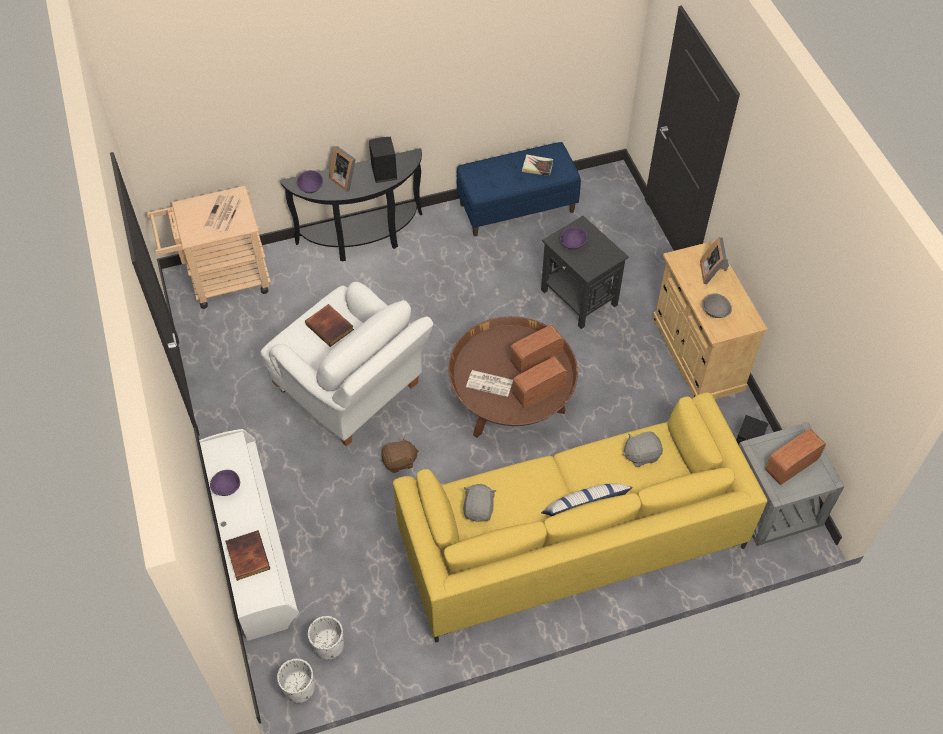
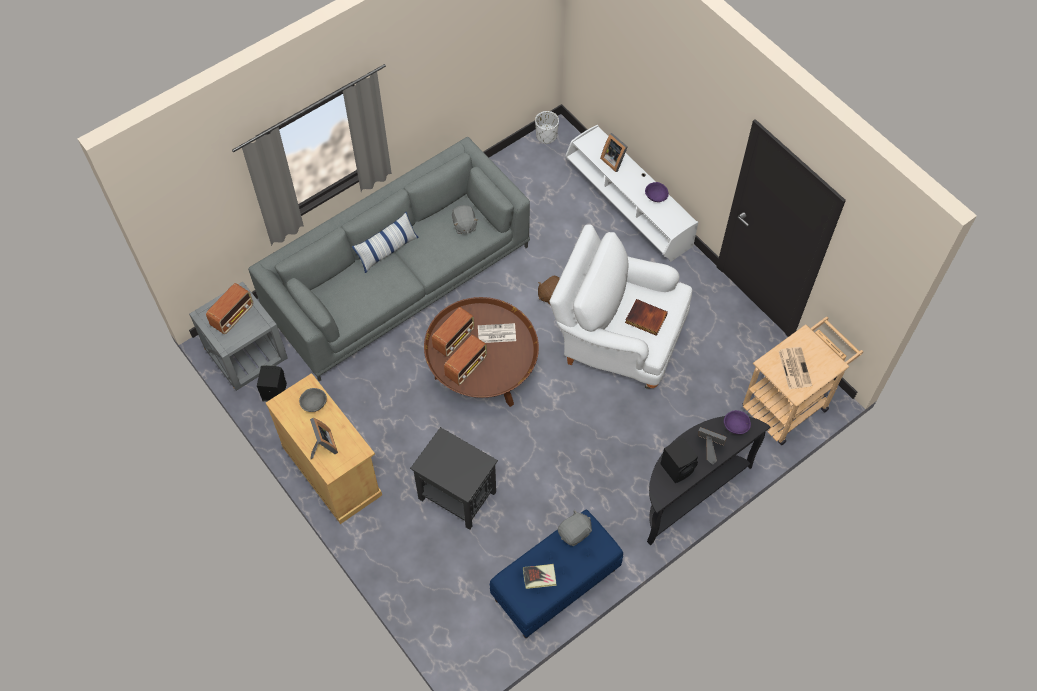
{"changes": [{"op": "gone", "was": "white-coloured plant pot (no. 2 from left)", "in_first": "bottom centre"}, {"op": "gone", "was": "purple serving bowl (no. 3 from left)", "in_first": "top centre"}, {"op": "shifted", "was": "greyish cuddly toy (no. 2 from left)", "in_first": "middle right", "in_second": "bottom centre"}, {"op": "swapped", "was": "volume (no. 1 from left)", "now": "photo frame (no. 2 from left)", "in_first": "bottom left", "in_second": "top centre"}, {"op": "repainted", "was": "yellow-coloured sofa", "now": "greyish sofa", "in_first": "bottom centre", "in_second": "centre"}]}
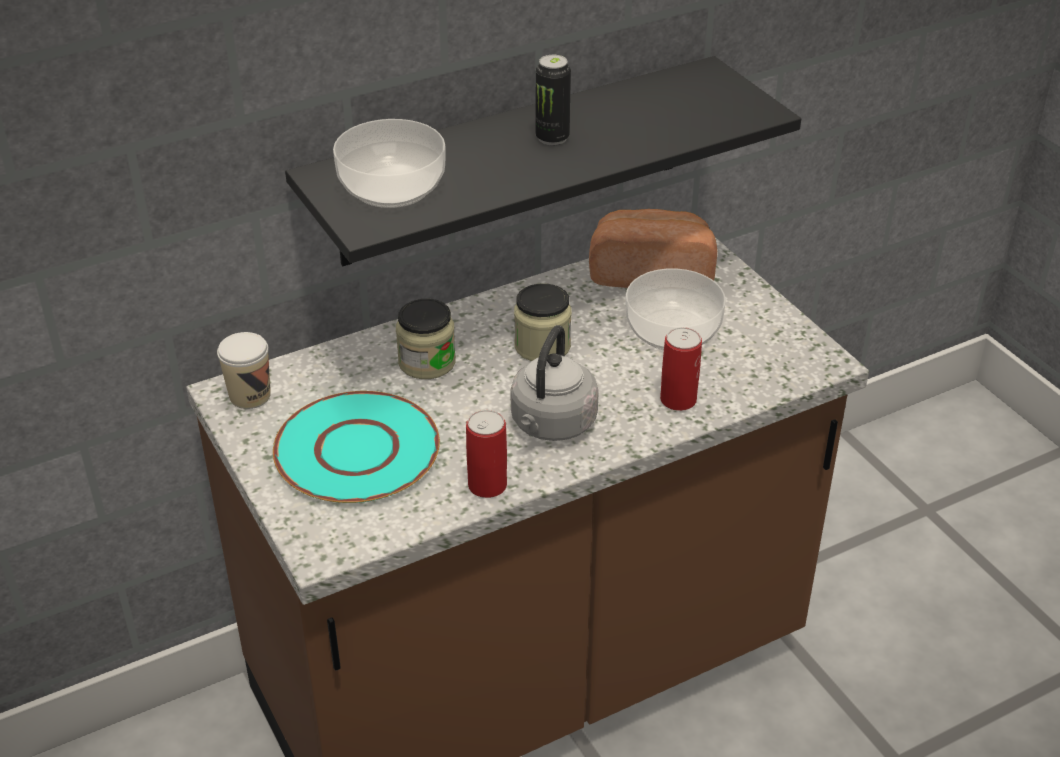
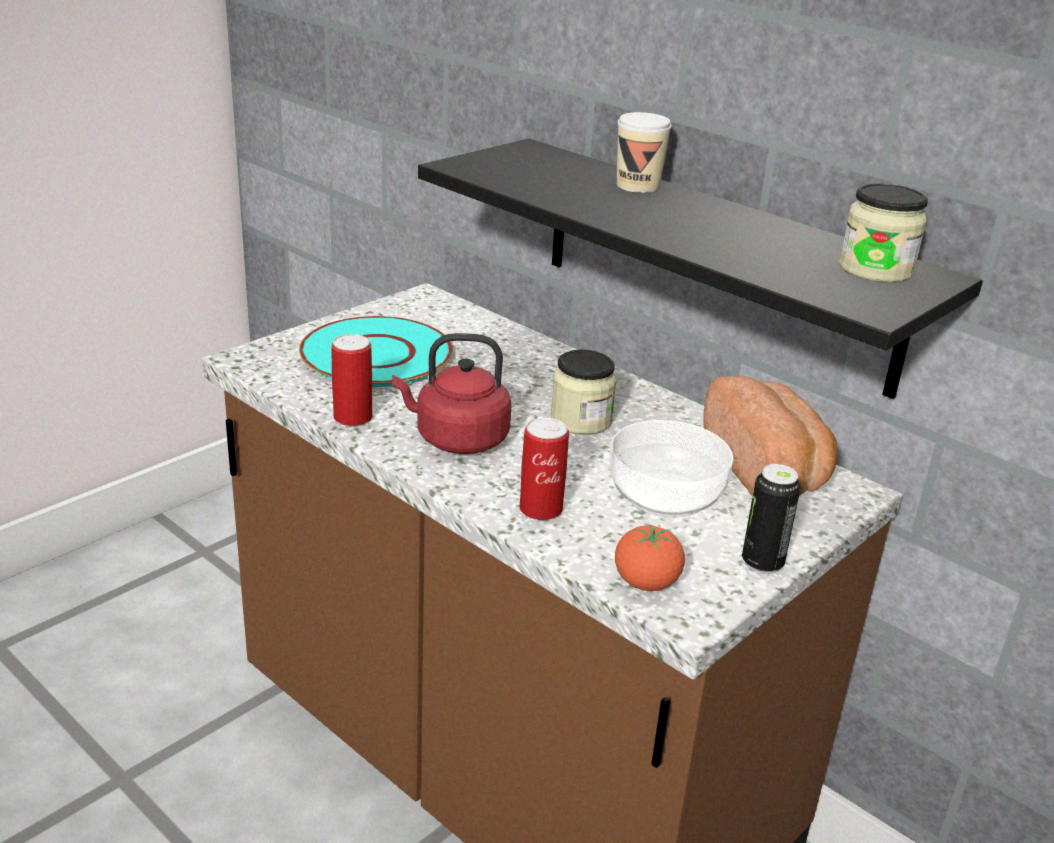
{"changes": [{"op": "gone", "was": "serving bowl (no. 1 from left)", "in_first": "top centre"}, {"op": "new", "now": "tomato", "in_second": "centre"}, {"op": "shifted", "was": "drinking cup", "in_first": "middle left", "in_second": "top centre"}, {"op": "shifted", "was": "preserve jar (no. 1 from left in the first image)", "now": "preserve jar (no. 2 from left)", "in_first": "centre", "in_second": "top right"}, {"op": "shifted", "was": "sealed can (no. 2 from left in the first image)", "now": "sealed can (no. 3 from left)", "in_first": "top centre", "in_second": "middle right"}, {"op": "repainted", "was": "greyish kettle", "now": "red-coloured kettle", "in_first": "centre", "in_second": "centre"}]}
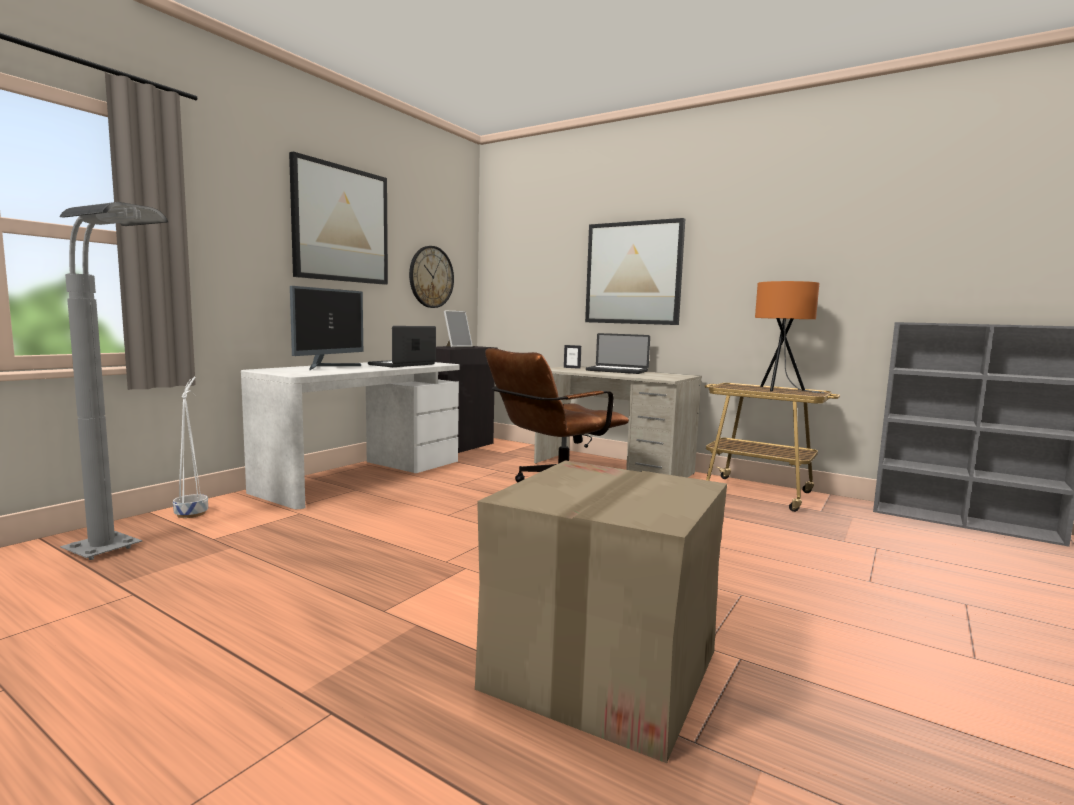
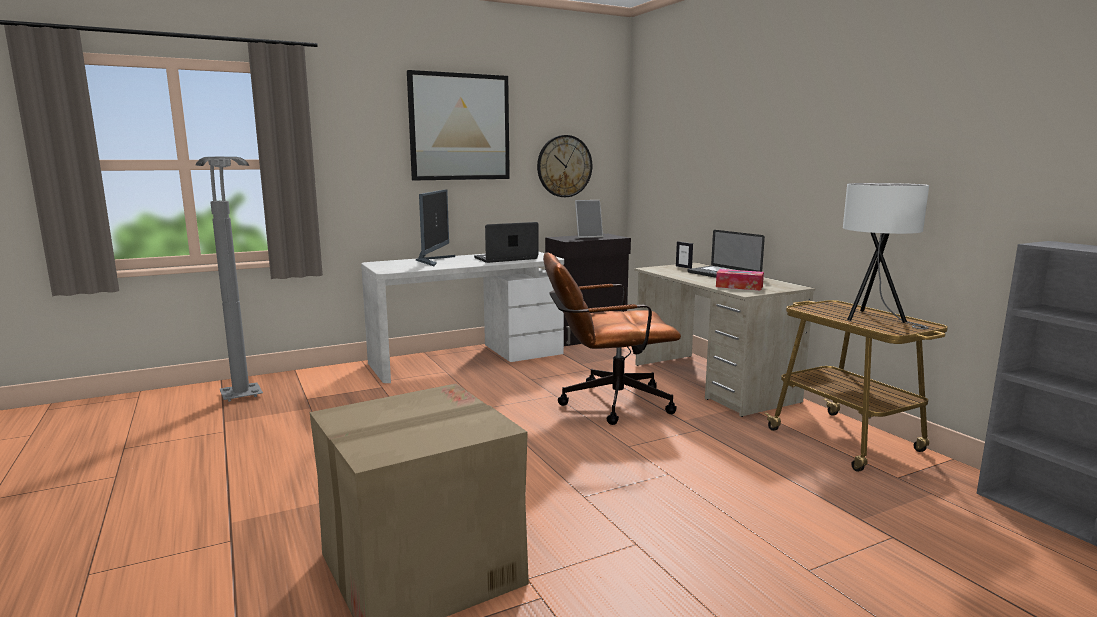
{"changes": [{"op": "gone", "was": "white-coloured plant pot", "in_first": "middle left"}, {"op": "gone", "was": "wall picture (no. 2 from left)", "in_first": "centre"}, {"op": "new", "now": "tissue box", "in_second": "middle right"}, {"op": "repainted", "was": "orange table lamp", "now": "white-coloured table lamp", "in_first": "middle right", "in_second": "middle right"}, {"op": "rotated", "was": "computer screen", "in_first": "middle left", "in_second": "centre", "clockwise": -45}]}
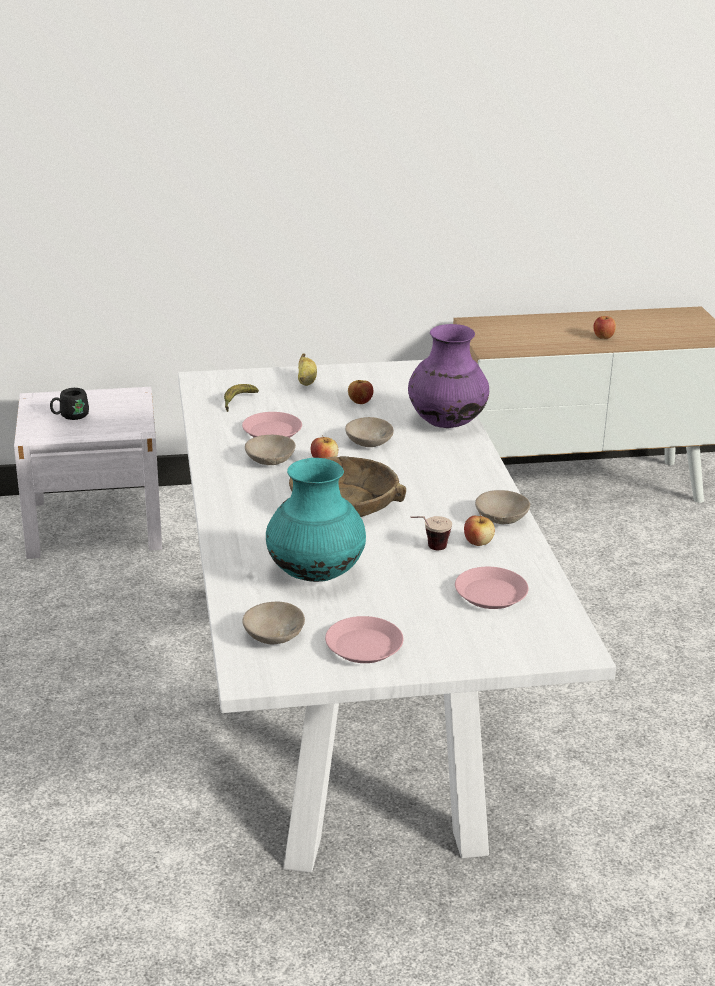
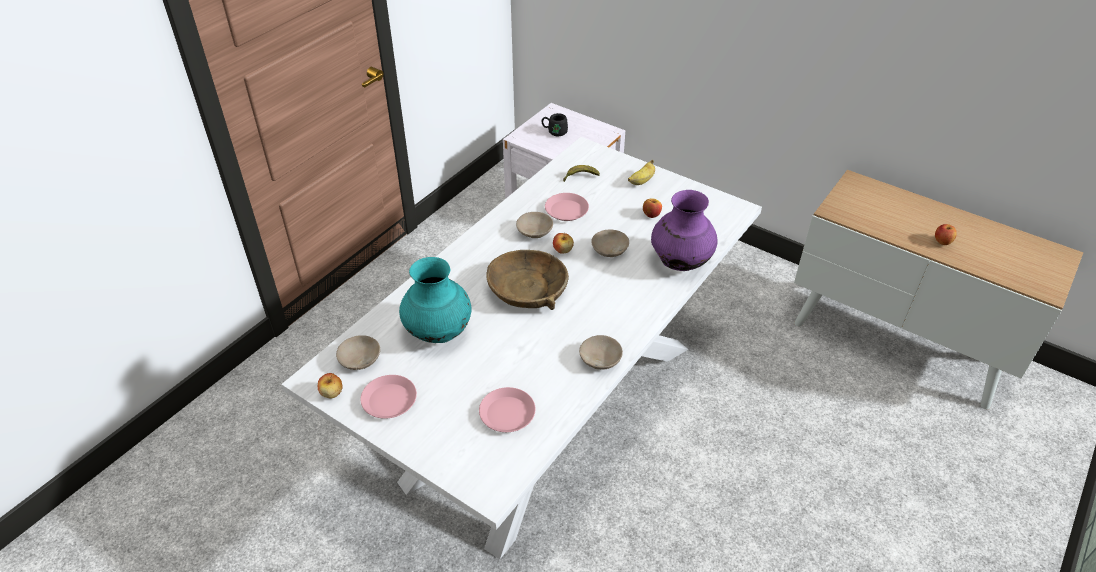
{"changes": [{"op": "gone", "was": "drinking cup", "in_first": "centre"}, {"op": "shifted", "was": "apple (no. 3 from left in the first image)", "now": "apple (no. 1 from left)", "in_first": "middle right", "in_second": "bottom left"}]}
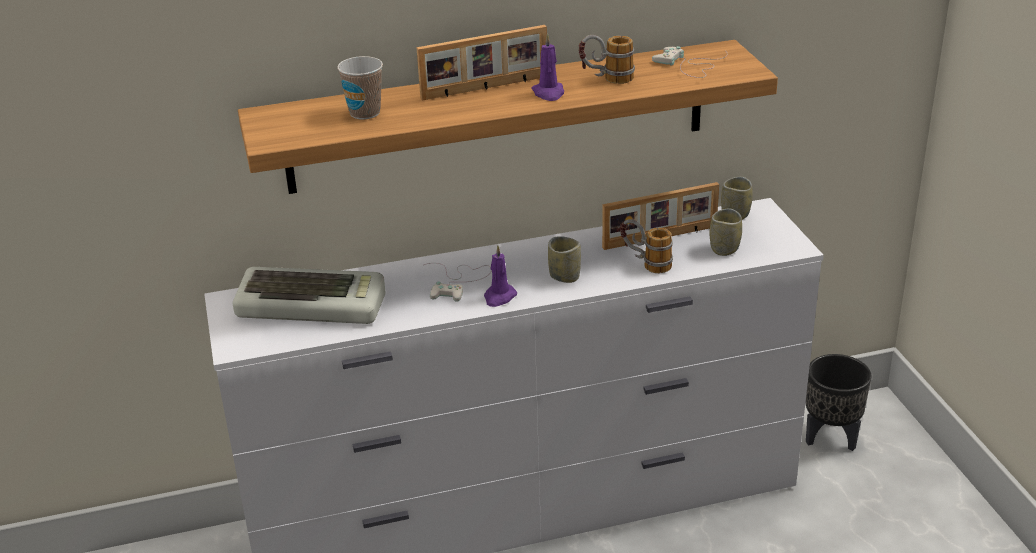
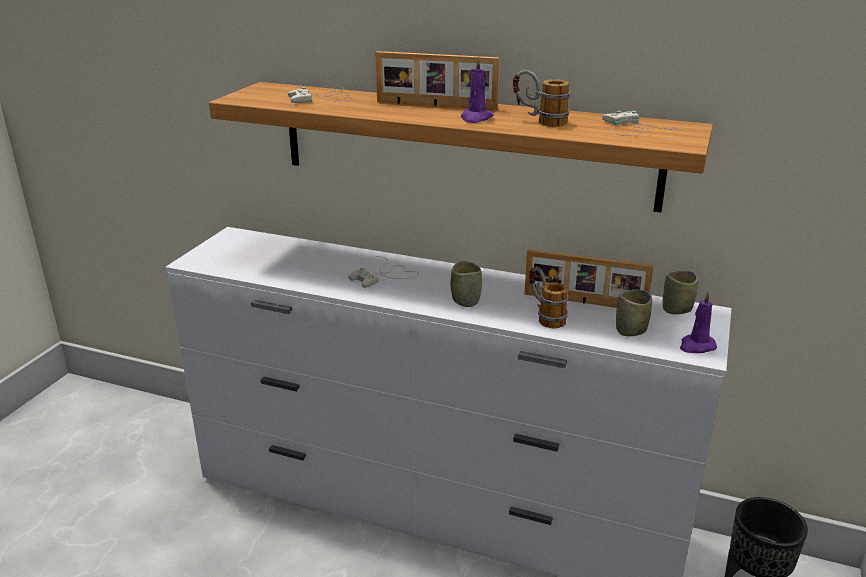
{"changes": [{"op": "gone", "was": "PC keyboard", "in_first": "middle left"}, {"op": "shifted", "was": "purple wax light (no. 1 from left in the first image)", "now": "purple wax light (no. 2 from left)", "in_first": "centre", "in_second": "middle right"}, {"op": "swapped", "was": "drinking cup (no. 1 from left)", "now": "white-coloured joypad (no. 1 from left)", "in_first": "top centre", "in_second": "top centre"}]}
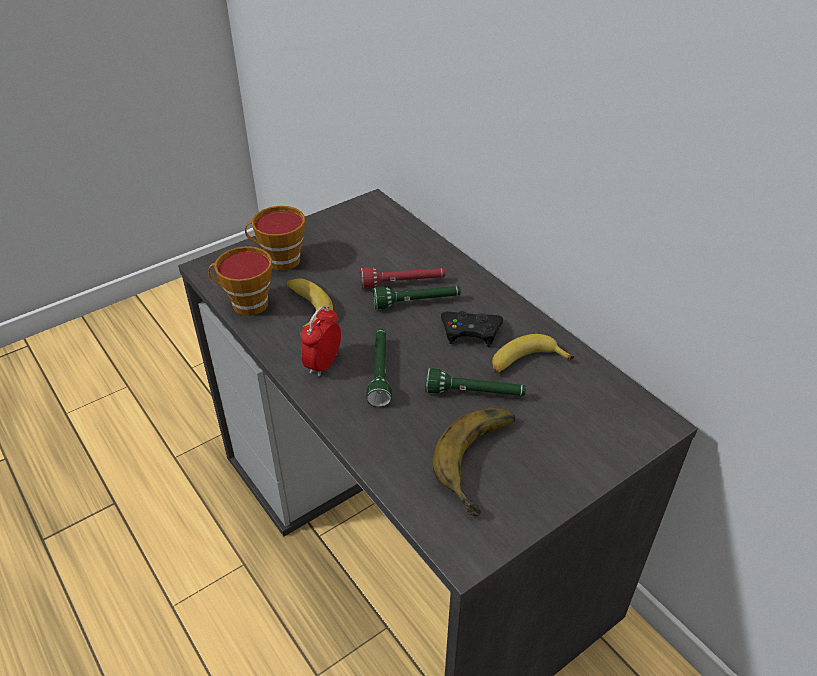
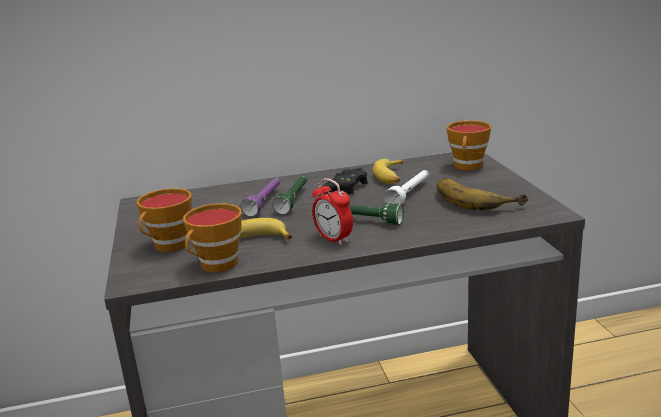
{"changes": [{"op": "new", "now": "drinking cup (no. 3 from left)", "in_second": "middle right"}, {"op": "repainted", "was": "red-coloured flashlight", "now": "purple flashlight", "in_first": "centre", "in_second": "centre"}, {"op": "repainted", "was": "green flashlight (no. 3 from left)", "now": "white-coloured flashlight", "in_first": "centre", "in_second": "centre"}]}
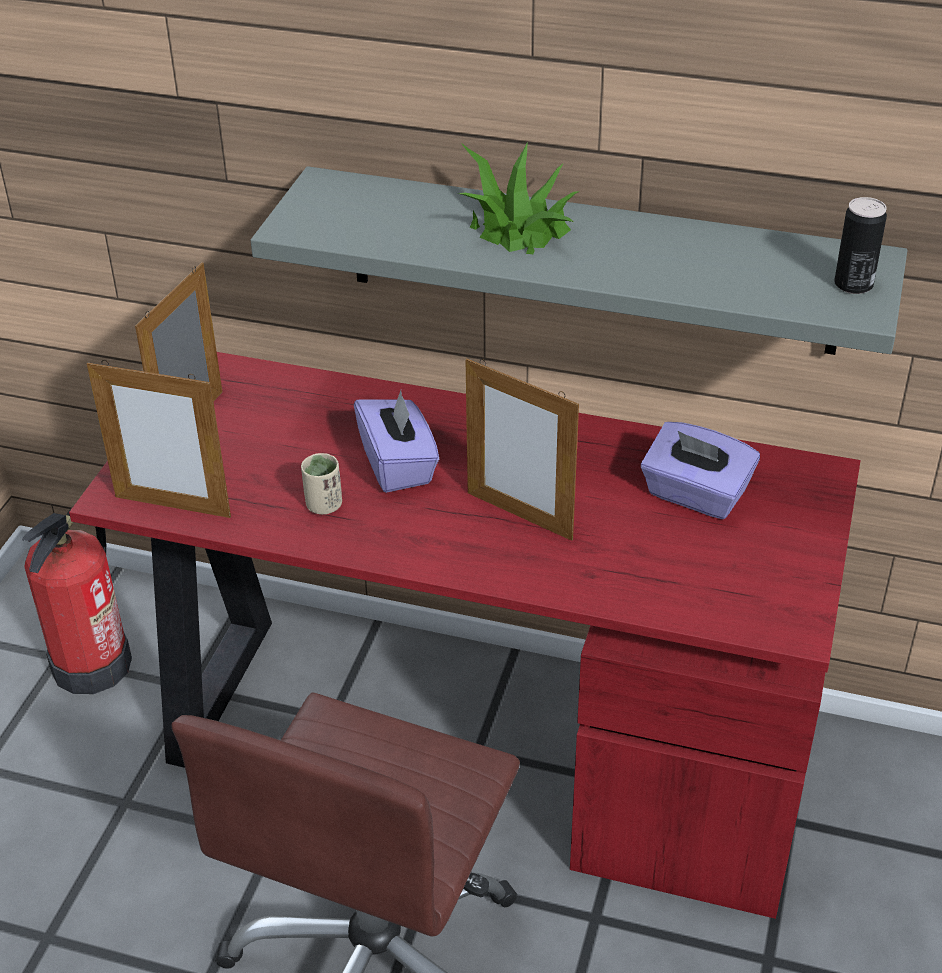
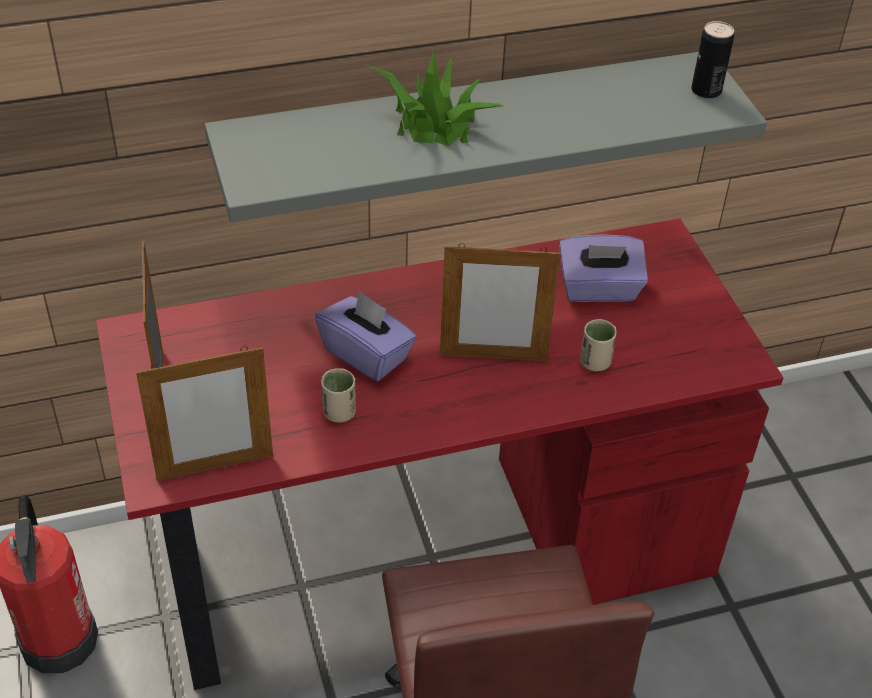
{"changes": [{"op": "new", "now": "beige drinking cup (no. 2 from left)", "in_second": "middle right"}]}
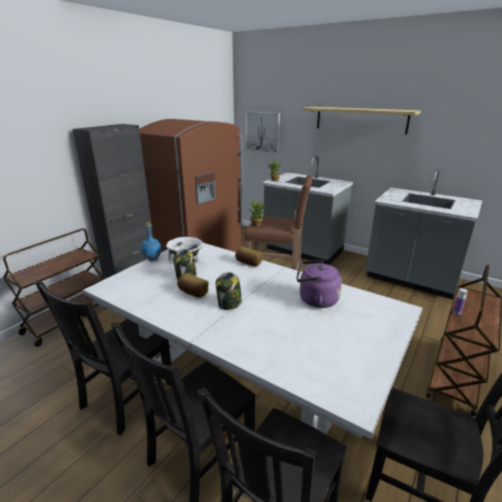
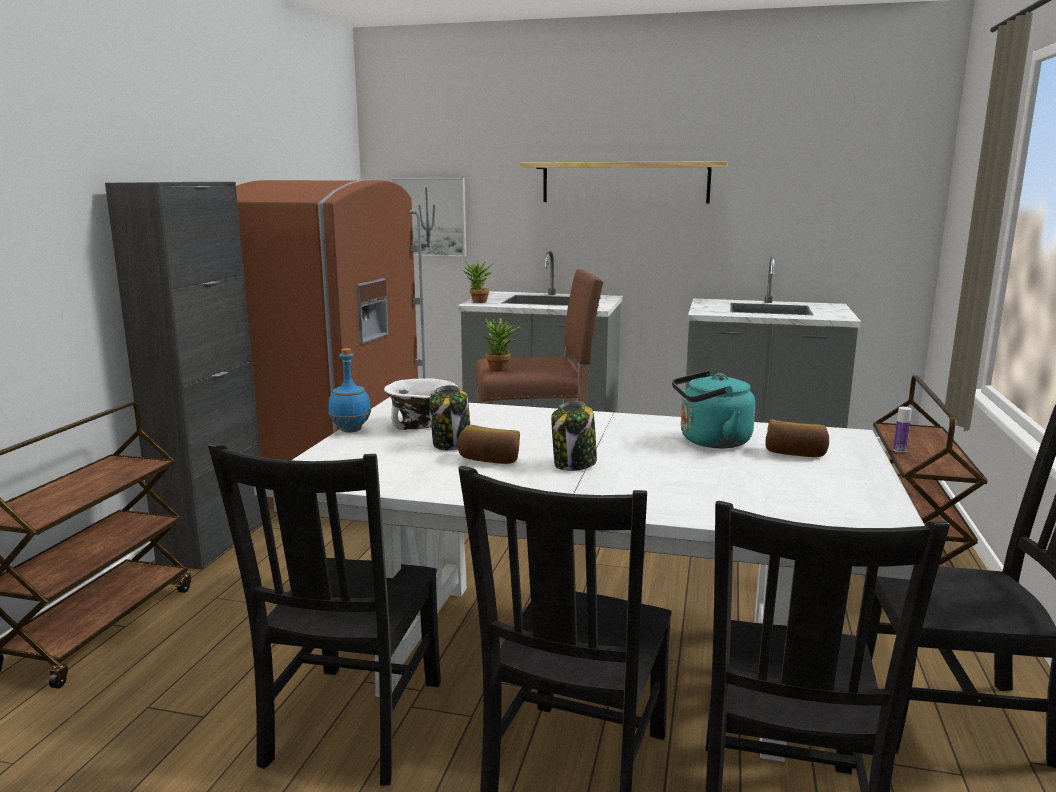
{"changes": [{"op": "shifted", "was": "baked bread (no. 2 from left)", "in_first": "centre", "in_second": "middle right"}, {"op": "repainted", "was": "purple kettle", "now": "turquoise kettle", "in_first": "centre", "in_second": "middle right"}]}
